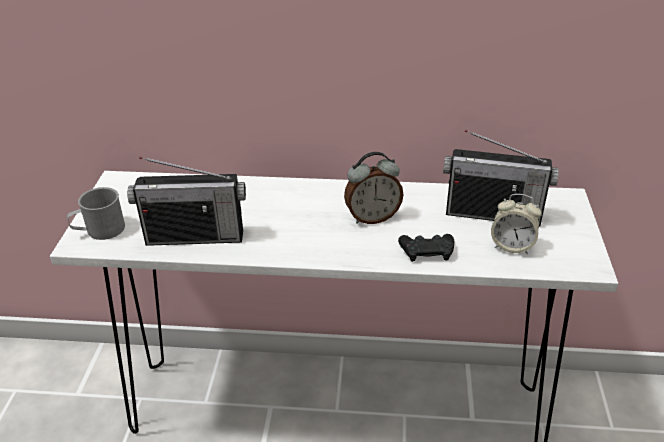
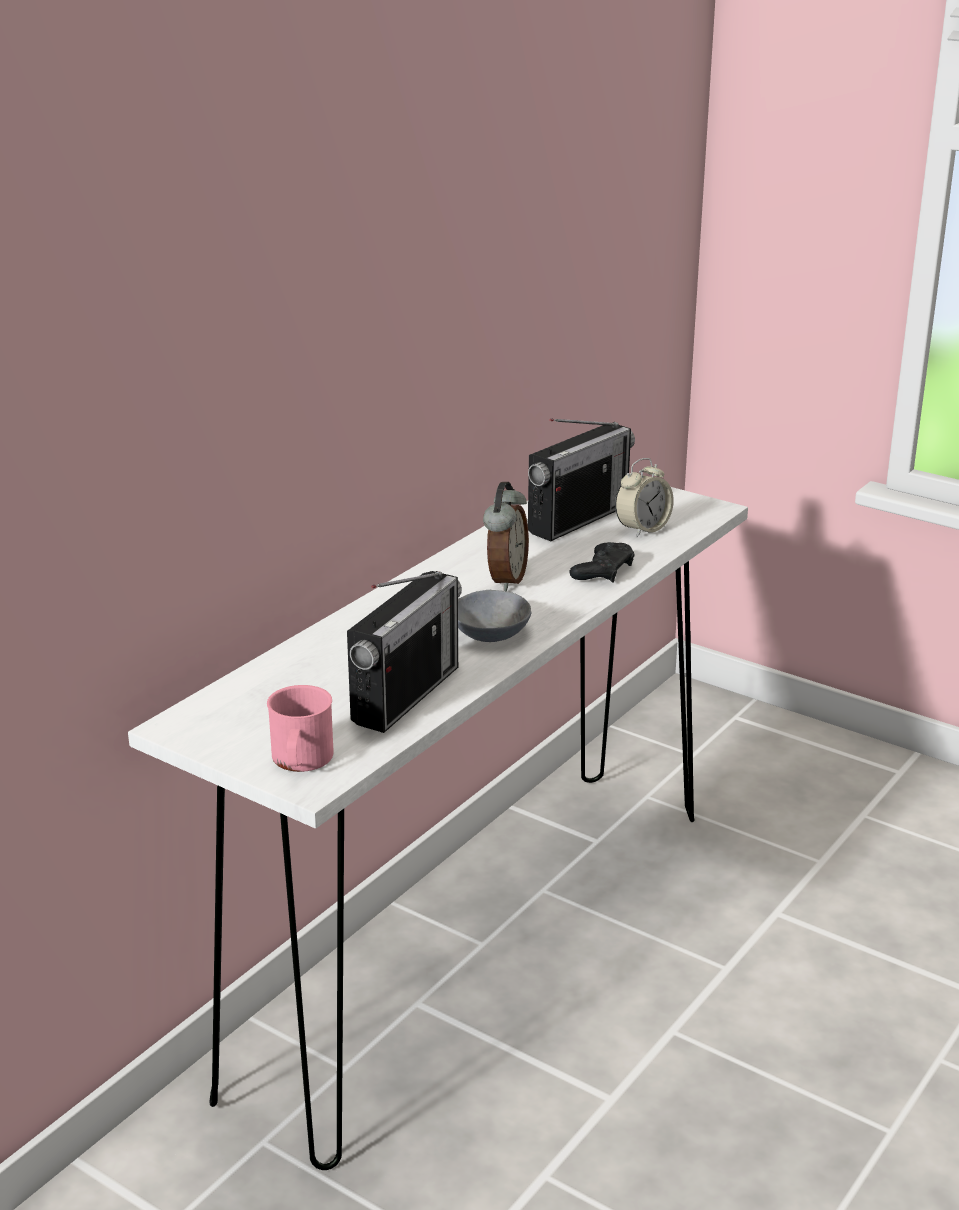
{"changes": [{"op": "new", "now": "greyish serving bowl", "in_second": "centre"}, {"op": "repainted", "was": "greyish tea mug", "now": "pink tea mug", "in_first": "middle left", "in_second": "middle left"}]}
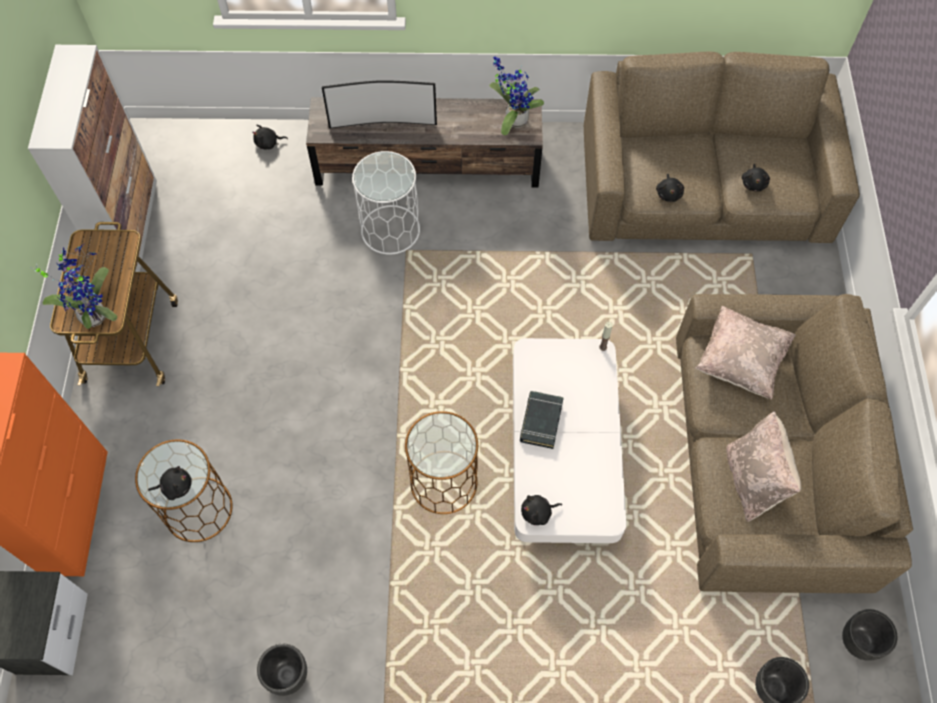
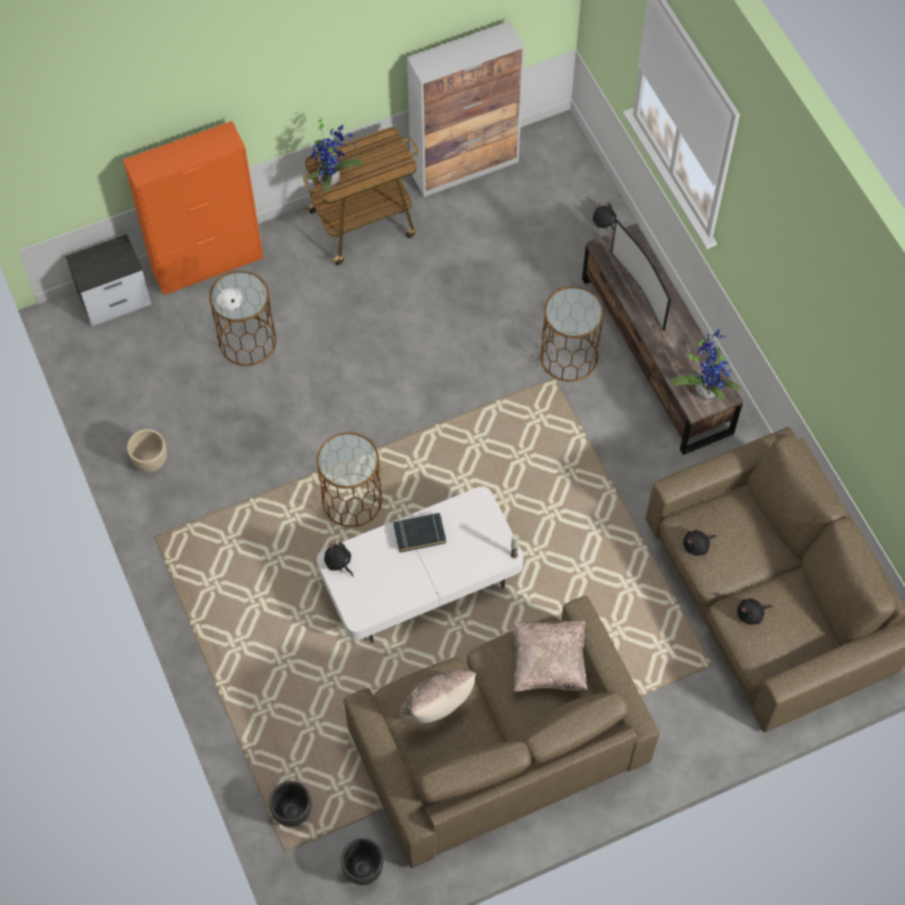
{"changes": [{"op": "repainted", "was": "blackish cuddly toy (no. 1 from left)", "now": "white-coloured cuddly toy", "in_first": "bottom left", "in_second": "top left"}, {"op": "repainted", "was": "blackish plant pot (no. 1 from left)", "now": "beige plant pot", "in_first": "bottom left", "in_second": "middle left"}, {"op": "repainted", "was": "white-coloured accent table", "now": "brownish accent table (no. 3 from left)", "in_first": "top centre", "in_second": "centre"}]}
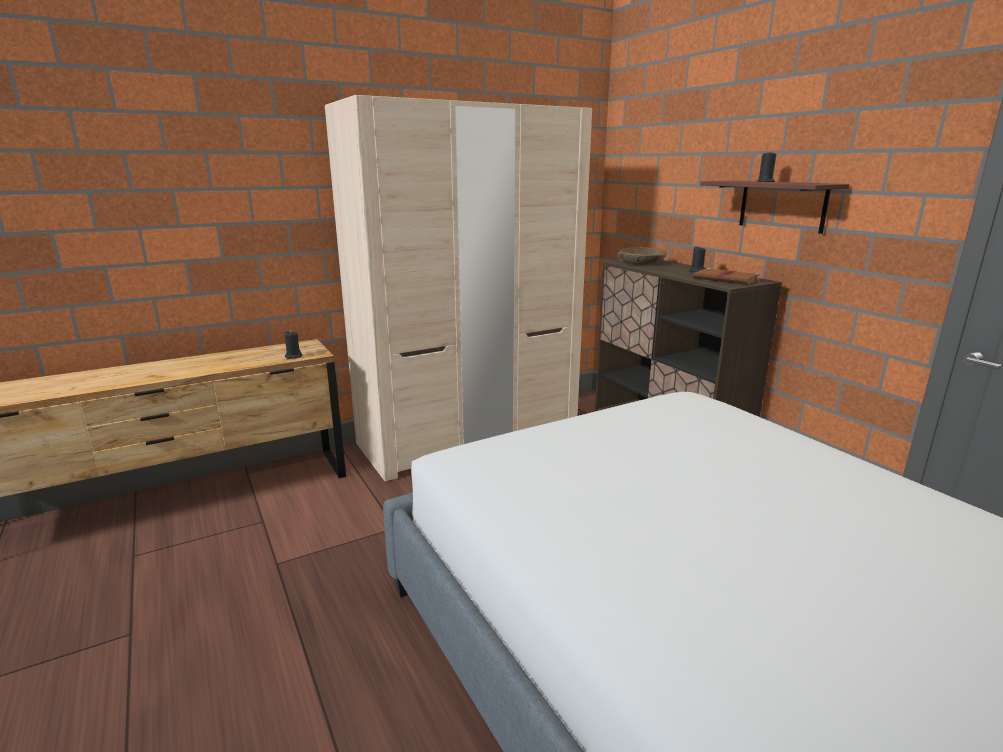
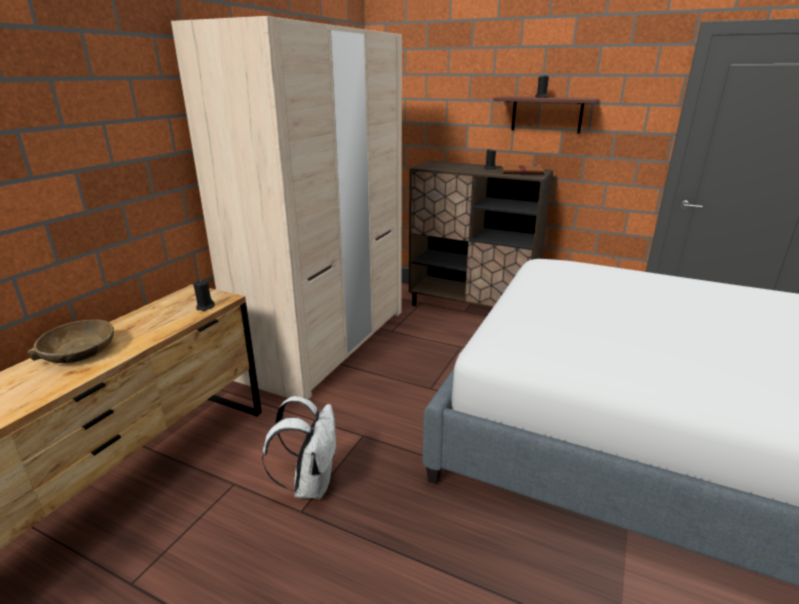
{"changes": [{"op": "new", "now": "white-coloured knapsack", "in_second": "bottom centre"}, {"op": "shifted", "was": "brownish serving bowl", "in_first": "centre", "in_second": "middle left"}]}
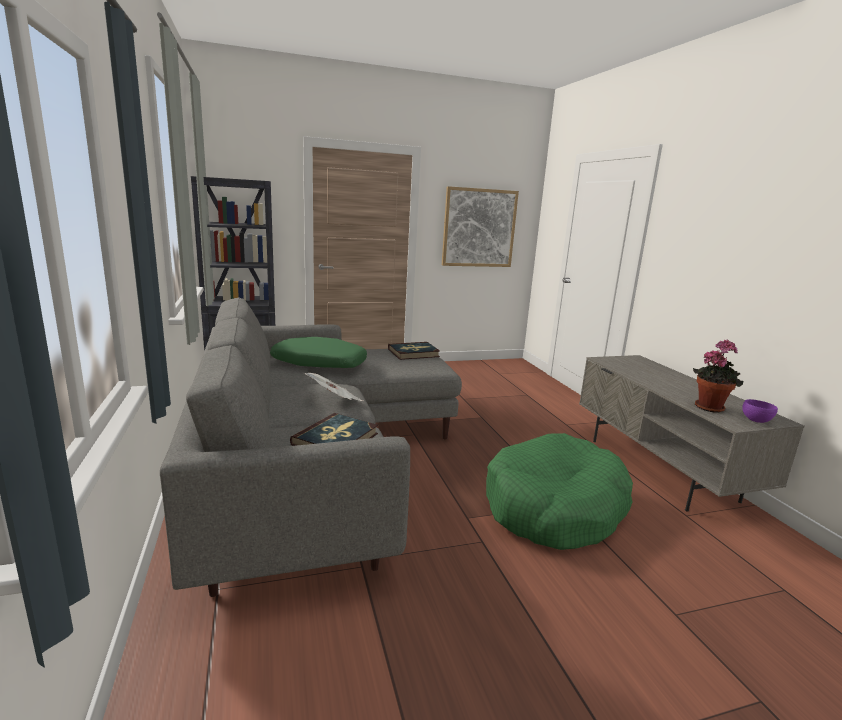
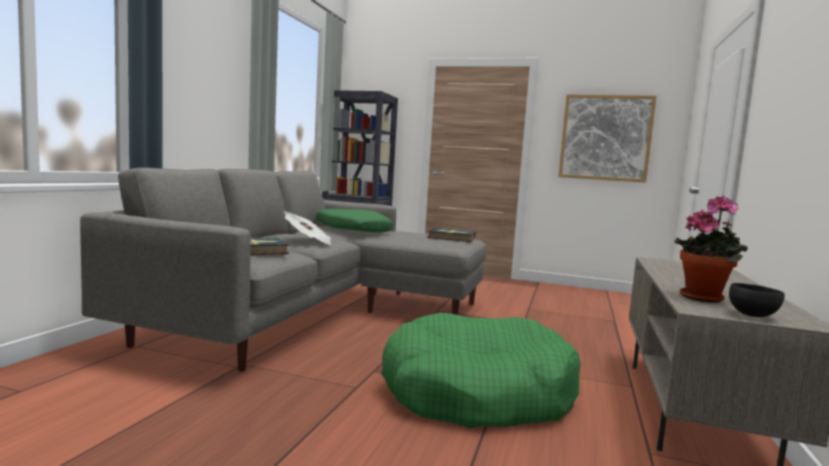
{"changes": [{"op": "repainted", "was": "purple serving bowl", "now": "blackish serving bowl", "in_first": "middle right", "in_second": "middle right"}]}
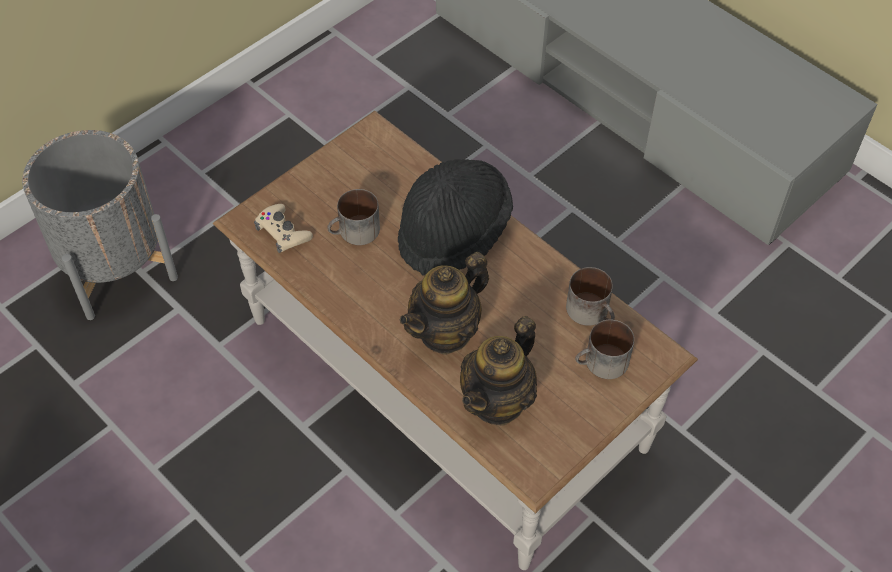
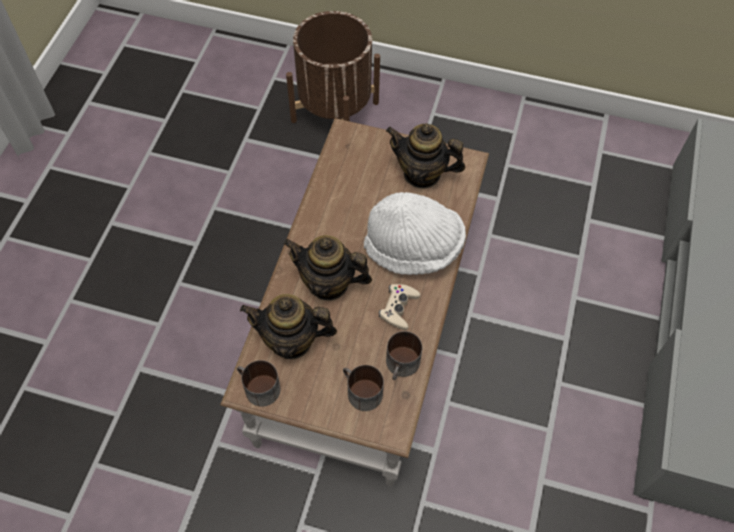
{"changes": [{"op": "new", "now": "tea pot (no. 3 from left)", "in_second": "top centre"}, {"op": "shifted", "was": "beige joypad", "in_first": "middle left", "in_second": "centre"}, {"op": "shifted", "was": "tea mug (no. 1 from left)", "in_first": "centre", "in_second": "bottom centre"}, {"op": "repainted", "was": "greyish plant pot", "now": "brownish plant pot", "in_first": "middle left", "in_second": "top centre"}, {"op": "repainted", "was": "blackish clothing hat", "now": "white-coloured clothing hat", "in_first": "centre", "in_second": "centre"}]}
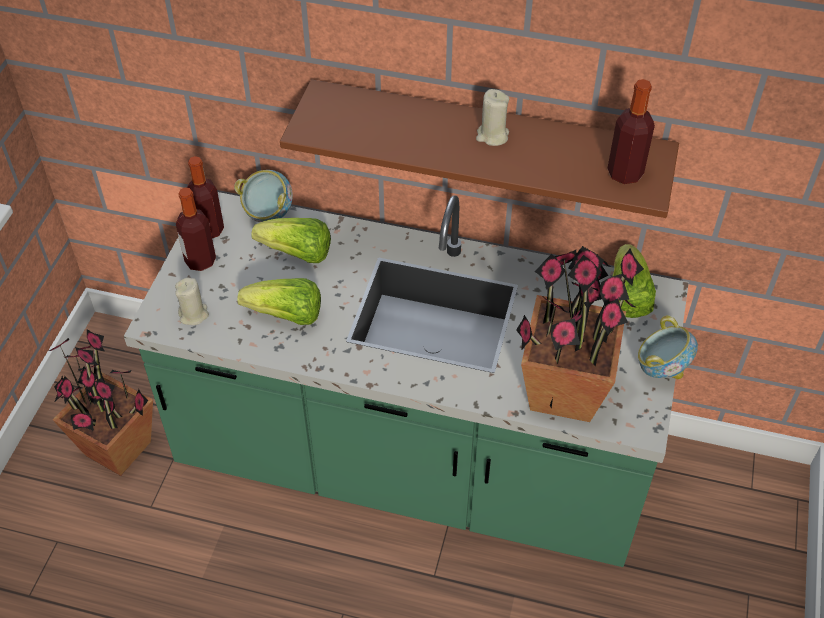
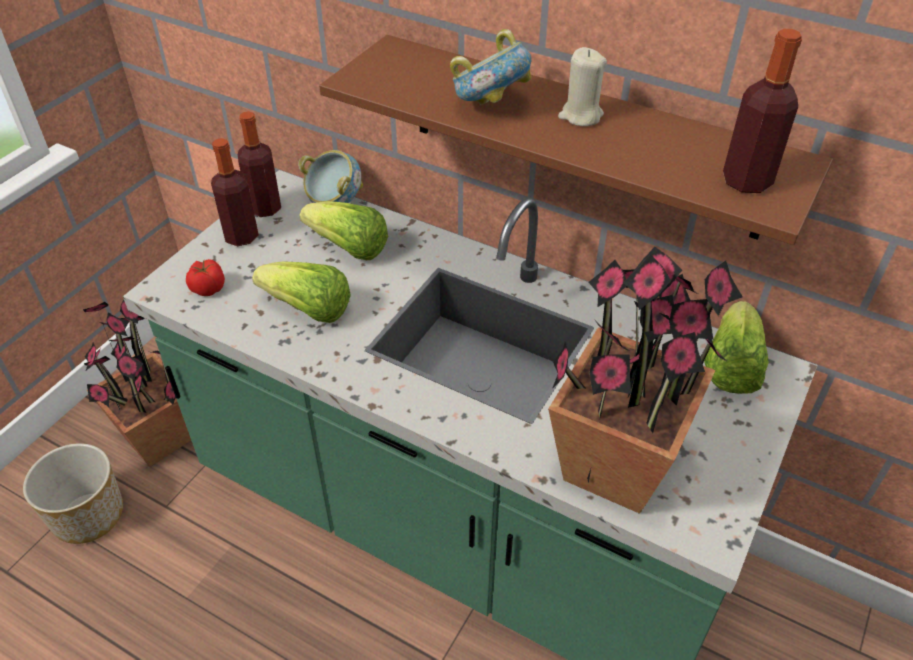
{"changes": [{"op": "new", "now": "plant pot", "in_second": "bottom left"}, {"op": "shifted", "was": "serving bowl (no. 2 from left)", "in_first": "middle right", "in_second": "top centre"}, {"op": "swapped", "was": "beige wax light (no. 1 from left)", "now": "tomato", "in_first": "middle left", "in_second": "middle left"}]}
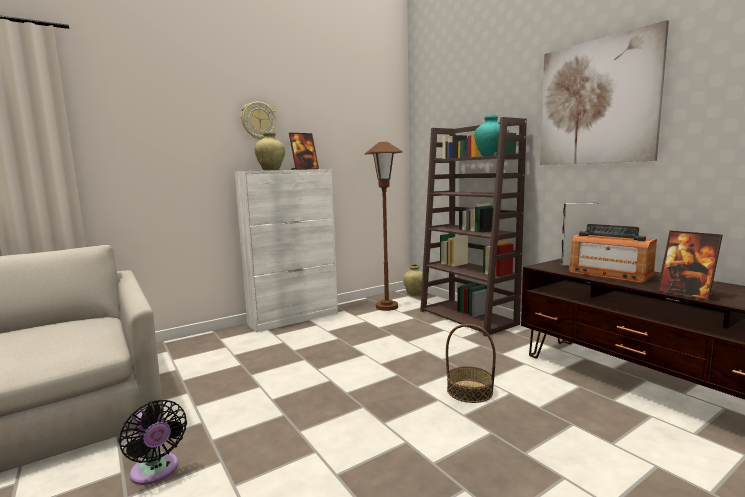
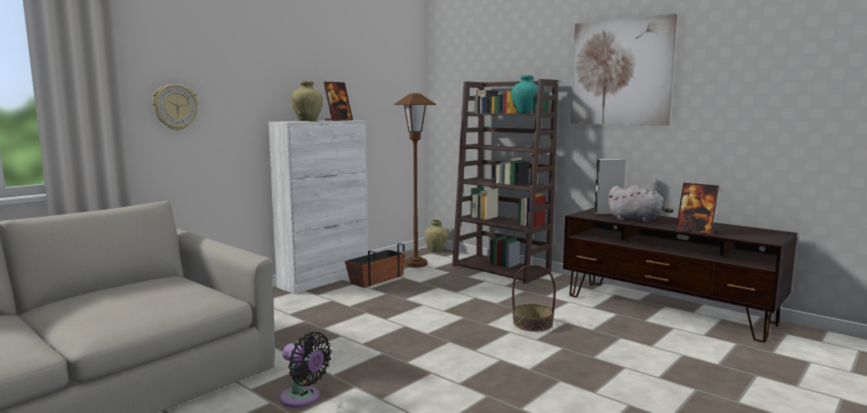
{"changes": [{"op": "new", "now": "plant pot", "in_second": "centre"}, {"op": "shifted", "was": "clock on the wall", "in_first": "top centre", "in_second": "top left"}, {"op": "swapped", "was": "radio", "now": "greyish cuddly toy", "in_first": "middle right", "in_second": "middle right"}]}
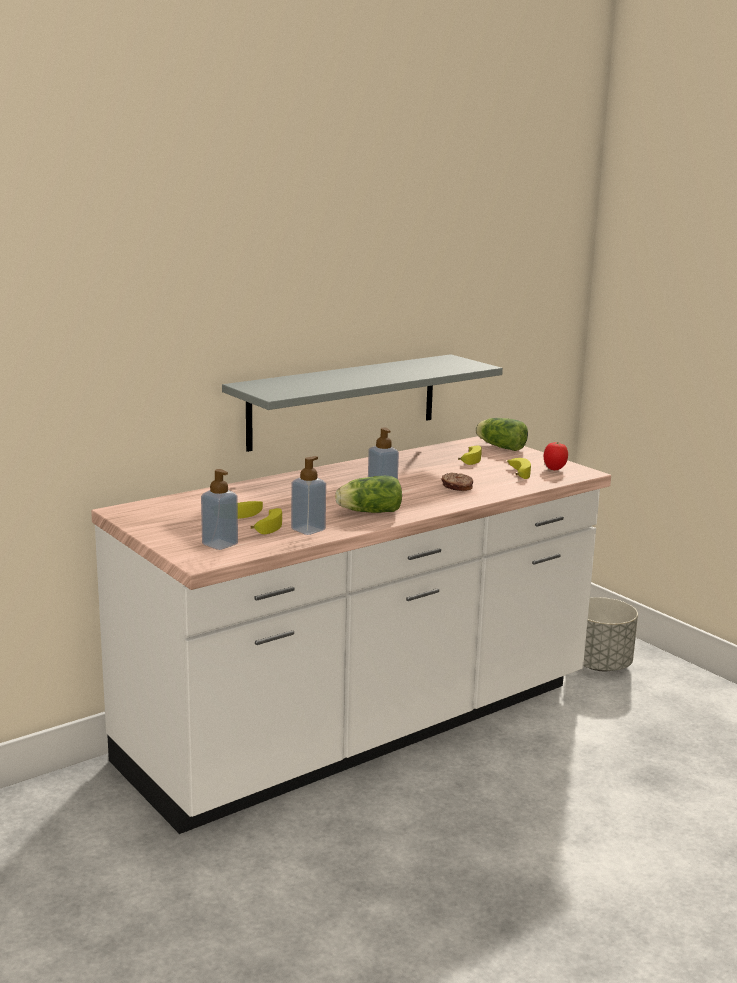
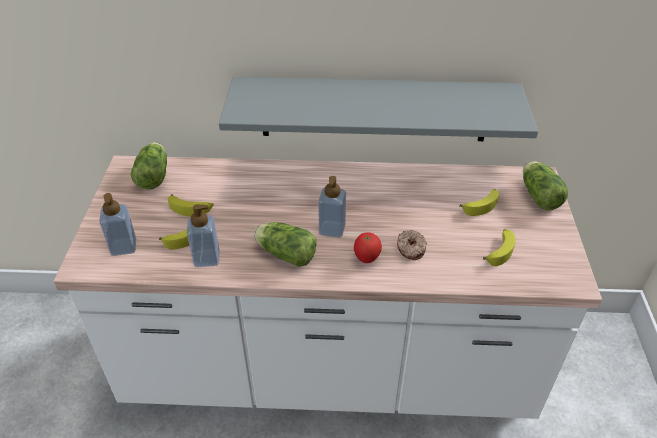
{"changes": [{"op": "gone", "was": "greyish plant pot", "in_first": "middle right"}, {"op": "new", "now": "head of lettuce (no. 1 from left)", "in_second": "middle left"}, {"op": "shifted", "was": "tomato", "in_first": "middle right", "in_second": "centre"}]}
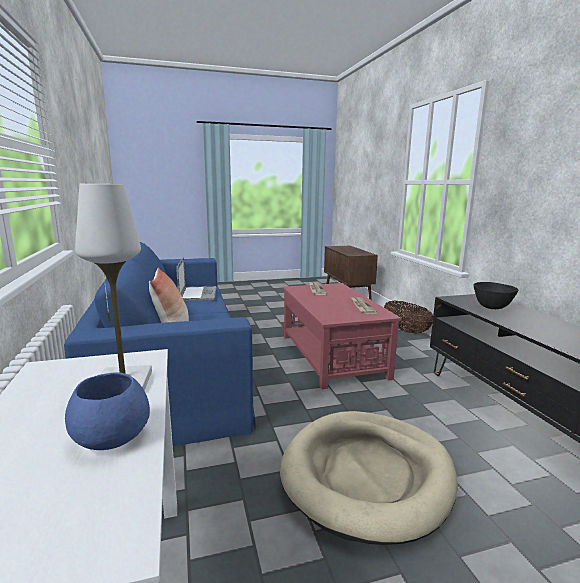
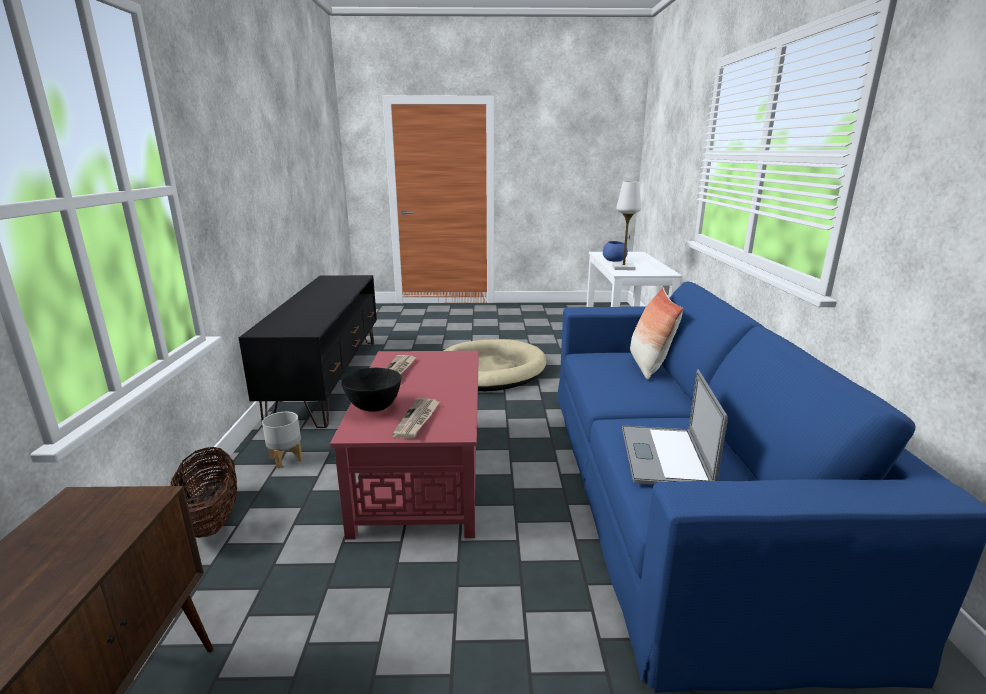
{"changes": [{"op": "new", "now": "greyish plant pot", "in_second": "middle left"}, {"op": "shifted", "was": "blackish serving bowl", "in_first": "middle right", "in_second": "centre"}]}
